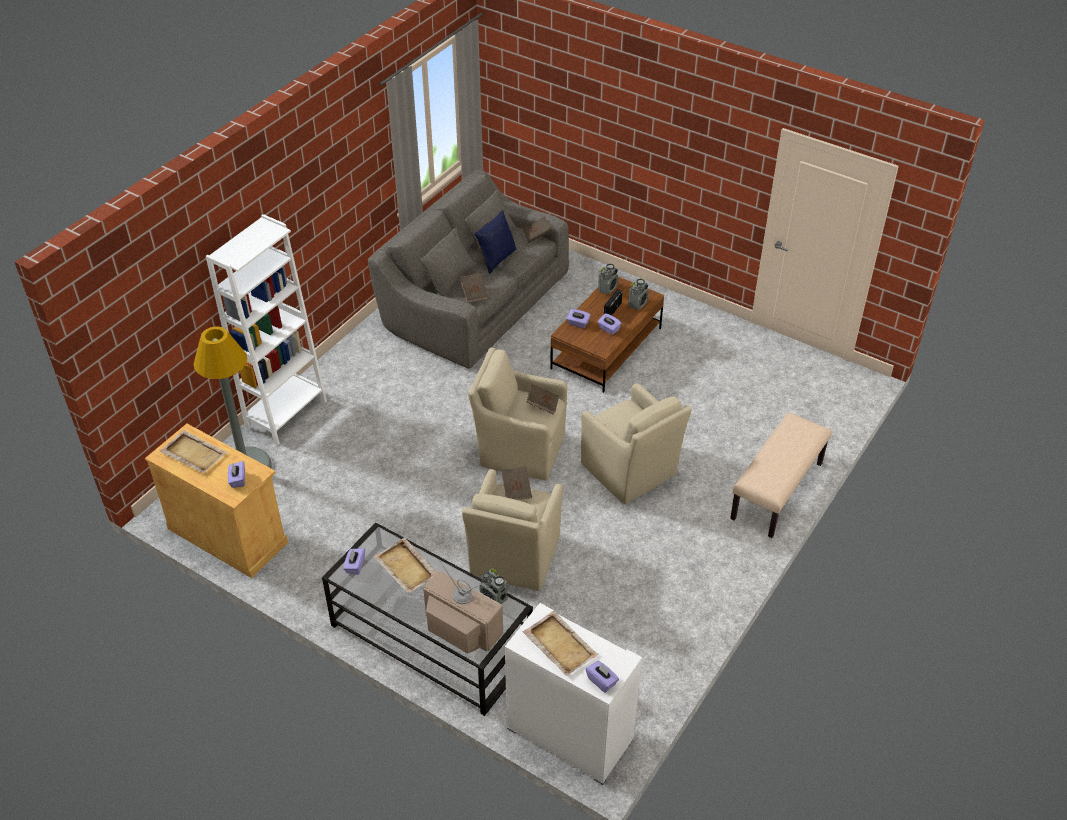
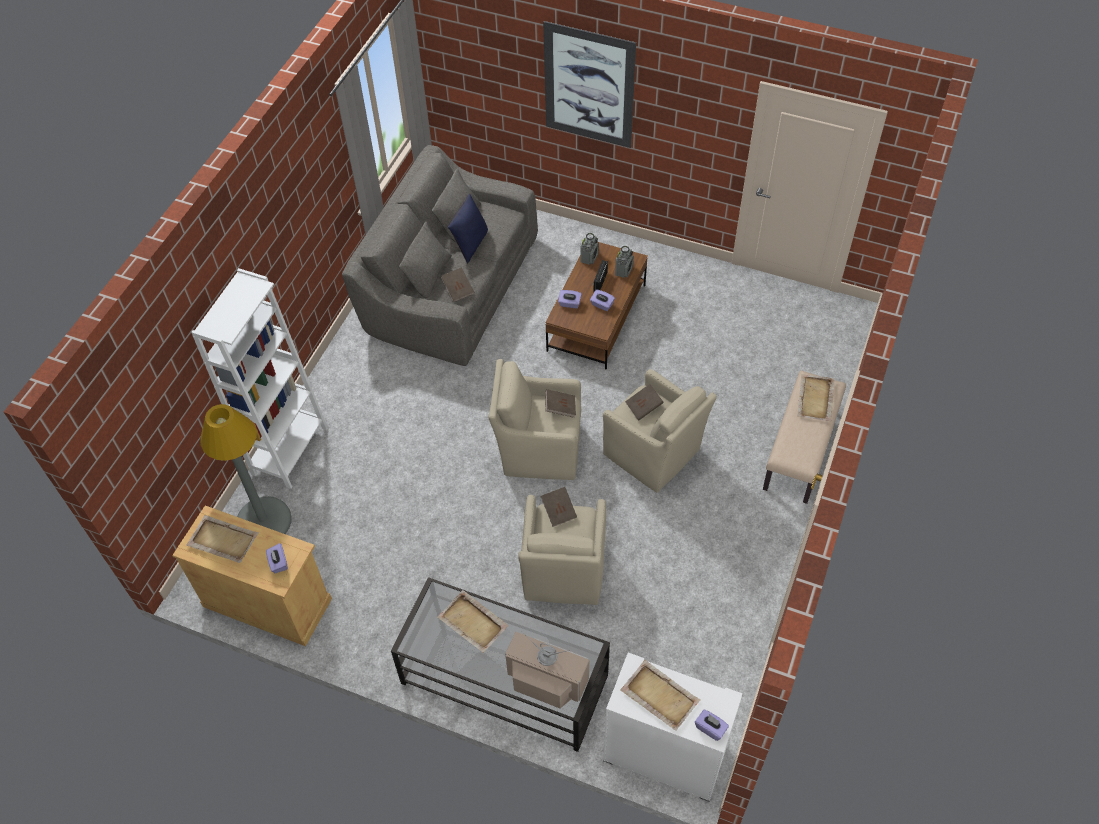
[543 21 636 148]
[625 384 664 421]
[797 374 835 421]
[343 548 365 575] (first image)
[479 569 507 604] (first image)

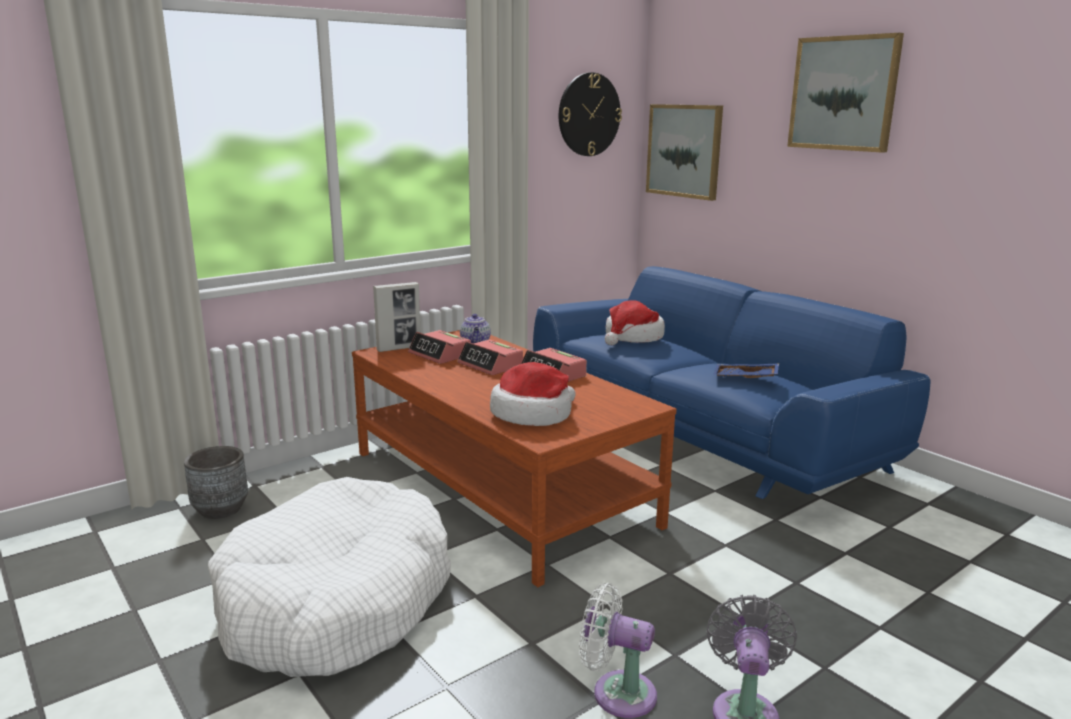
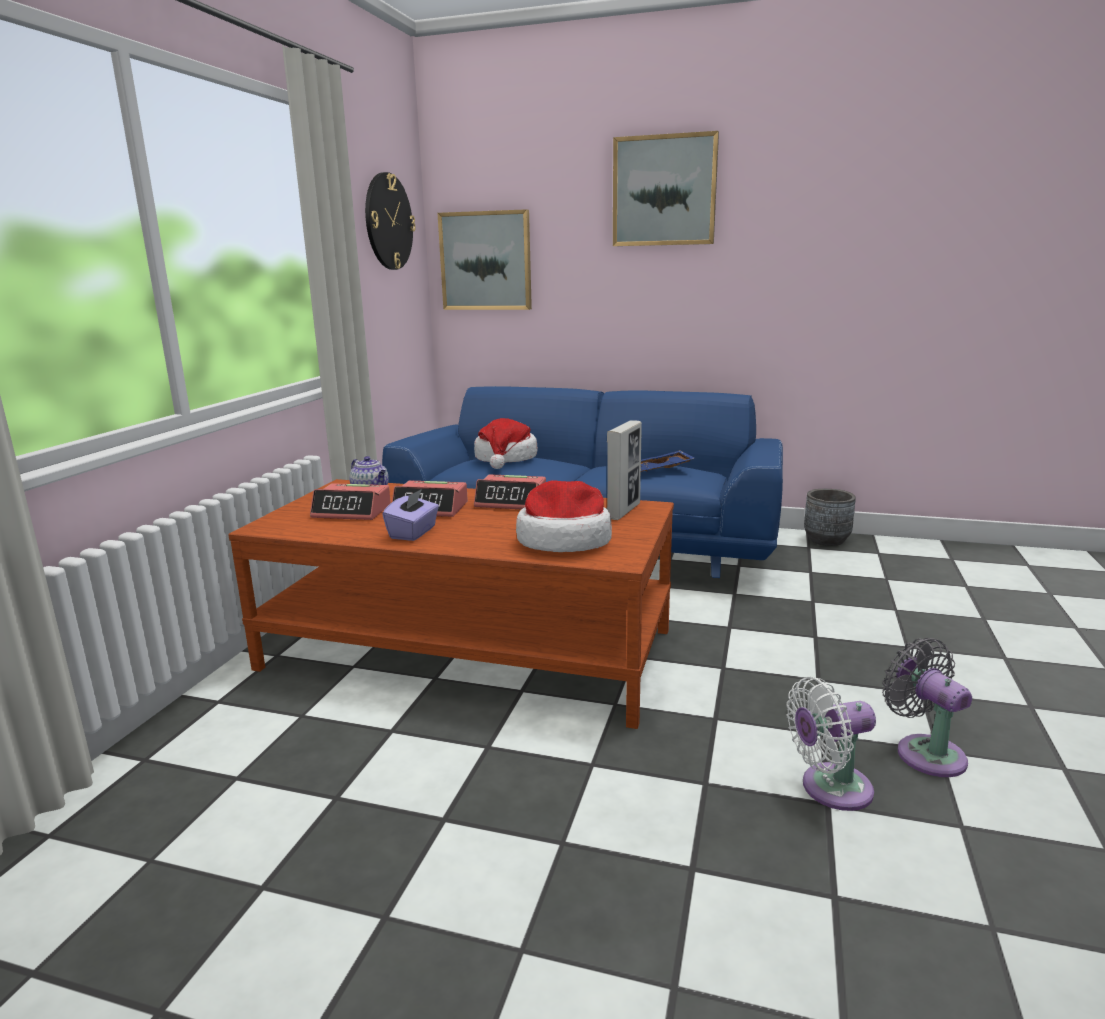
[382 489 439 541]
[607 420 642 520]
[804 489 856 546]
[208 477 451 677] (first image)

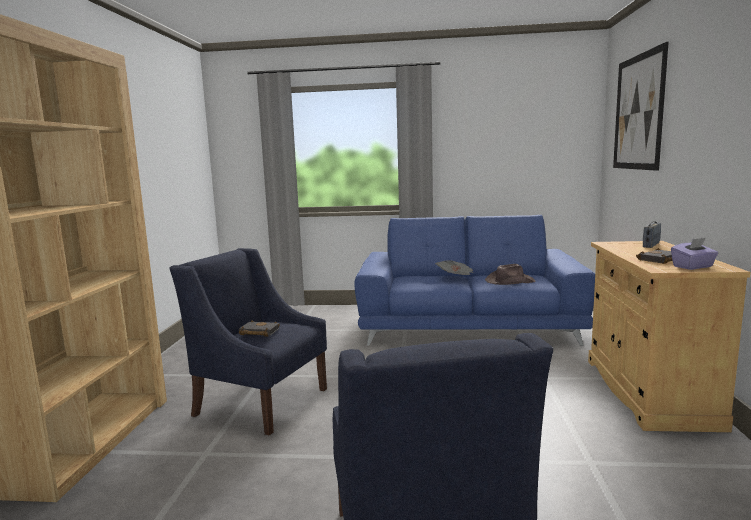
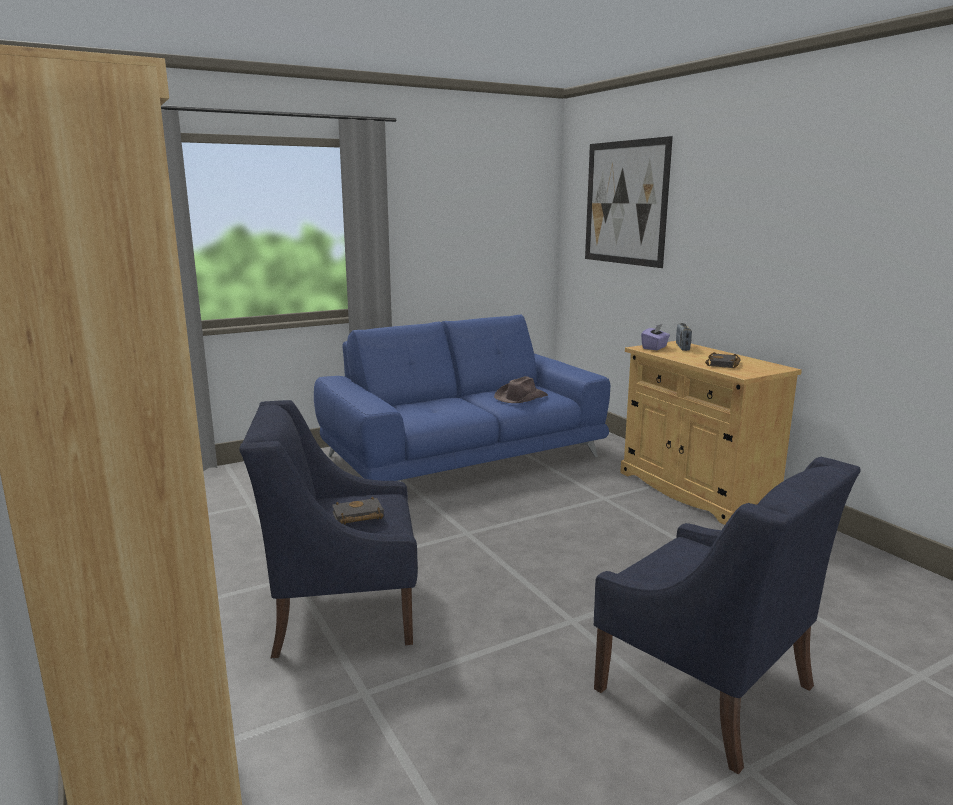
[641 324 670 350]
[435 261 473 275] (first image)

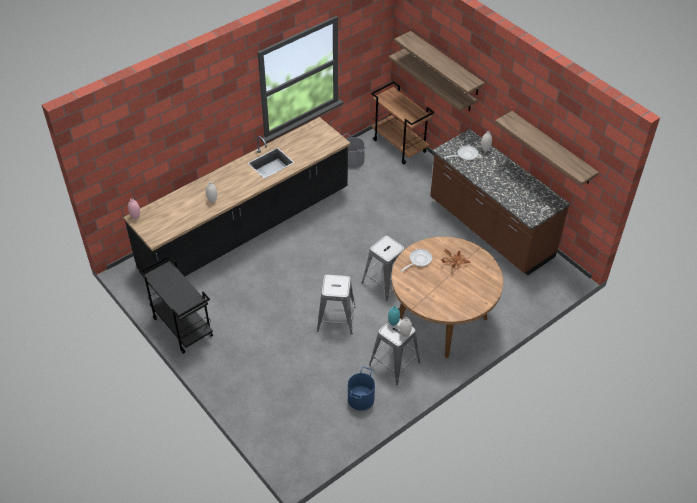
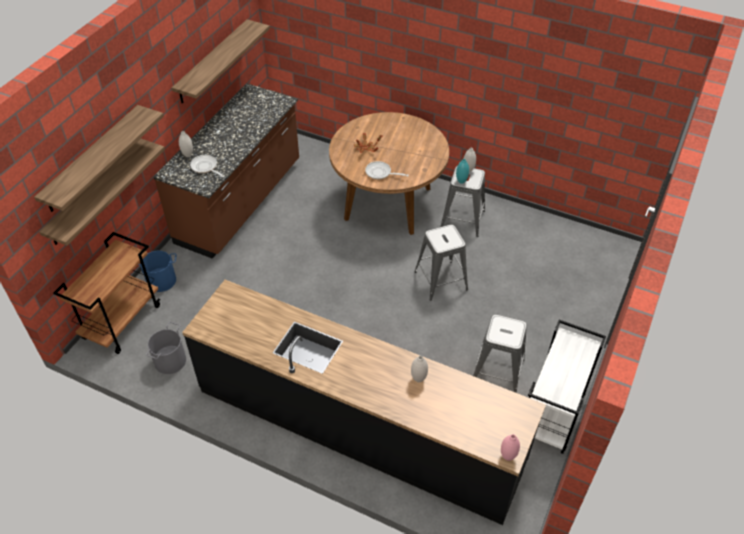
[138 251 176 292]
[473 315 527 393]
[528 320 606 454]

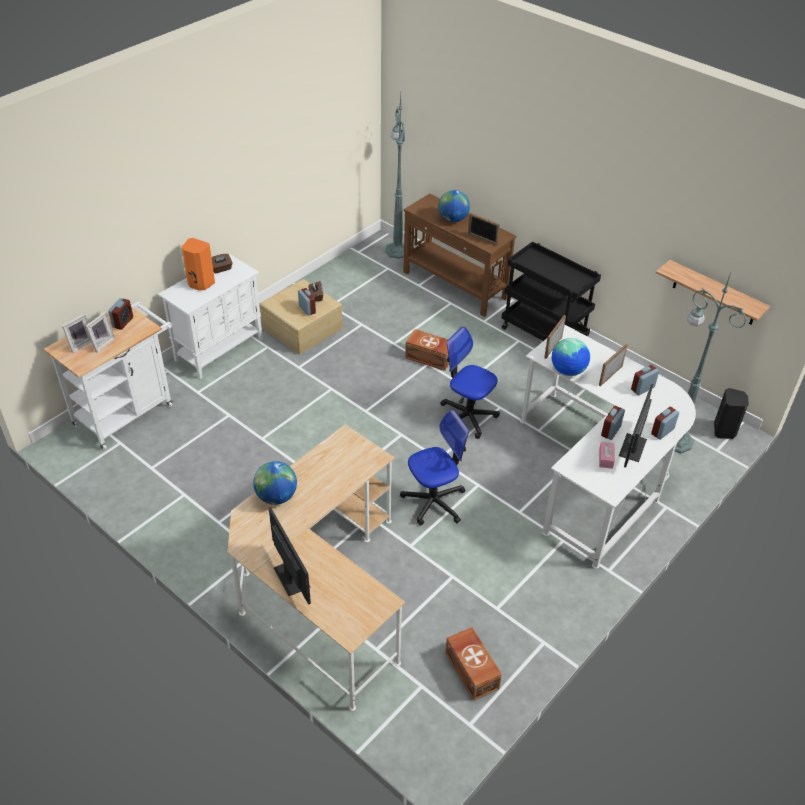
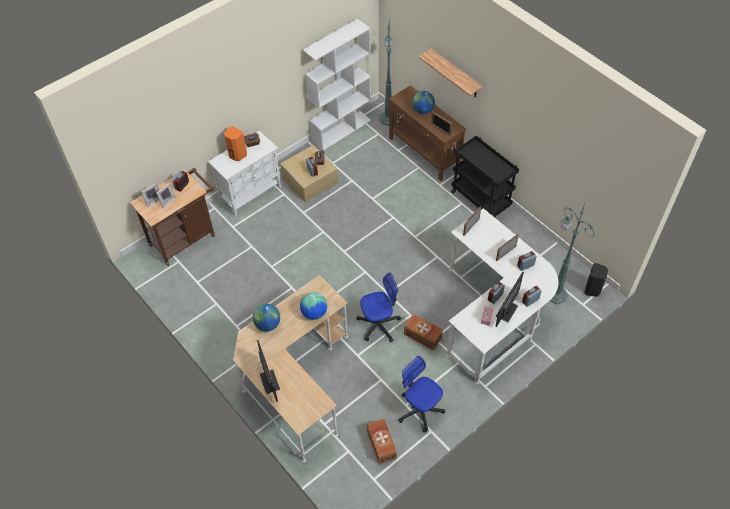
[130 168 215 266]
[300 292 328 320]
[303 19 371 151]
[398 356 445 432]
[404 314 443 350]
[418 48 483 97]

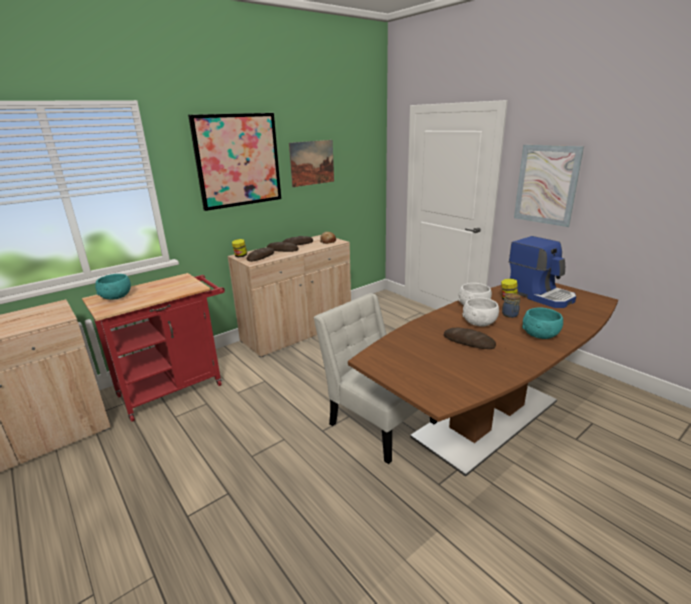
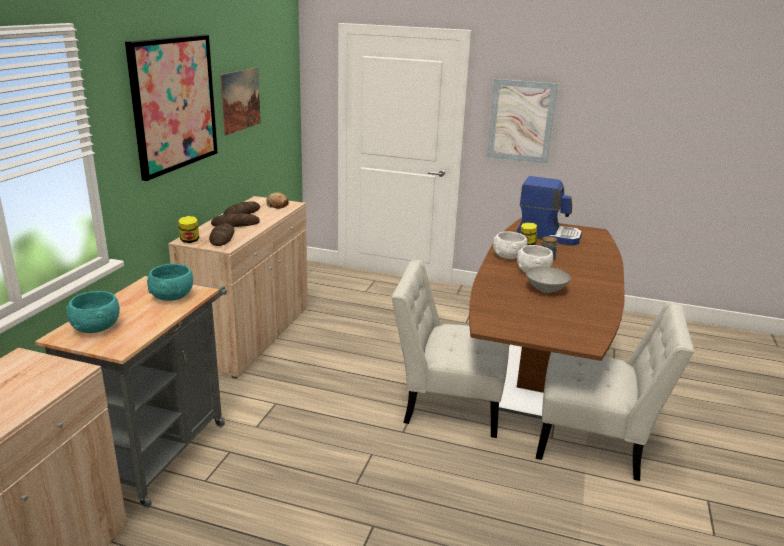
[35 276 227 508]
[147 264 193 301]
[526 267 571 293]
[536 302 694 481]

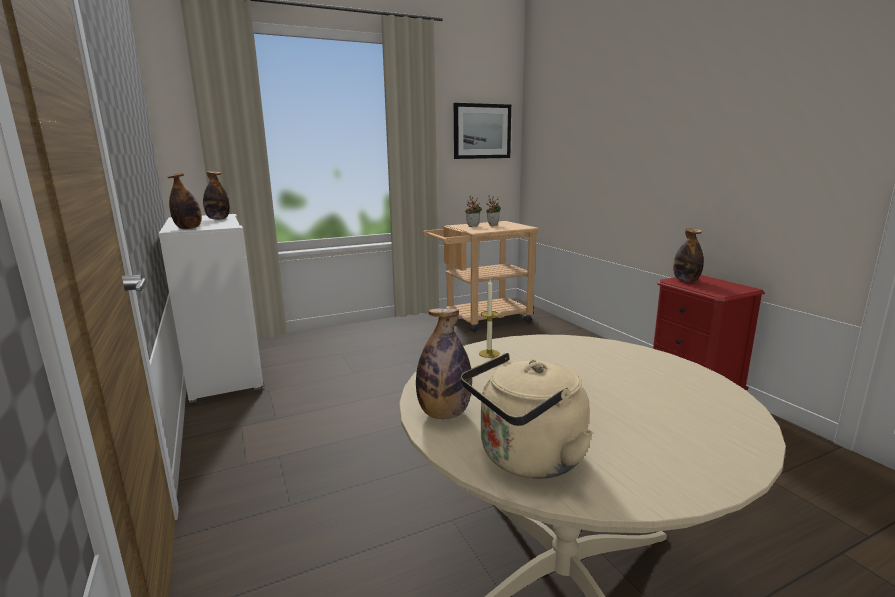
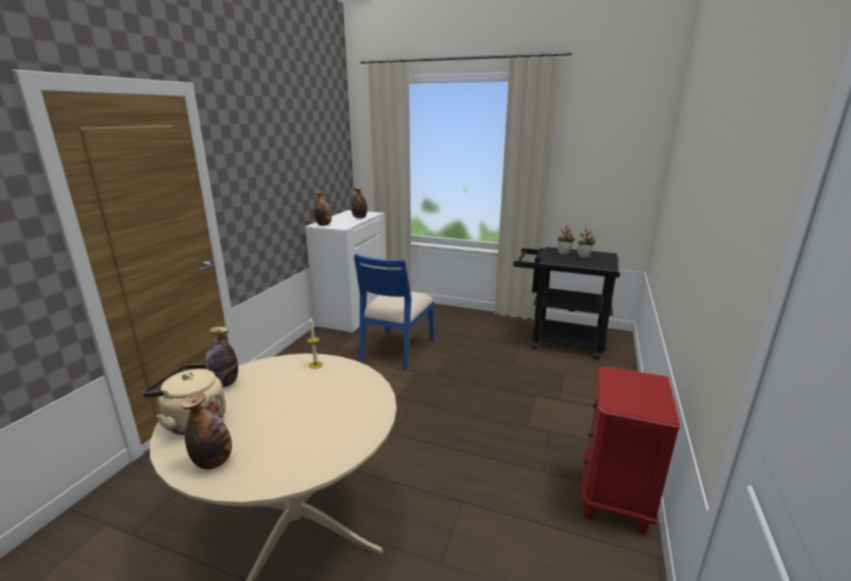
[181 392 232 470]
[354 254 434 370]
[513 247 620 360]
[454 103 511 159] (first image)

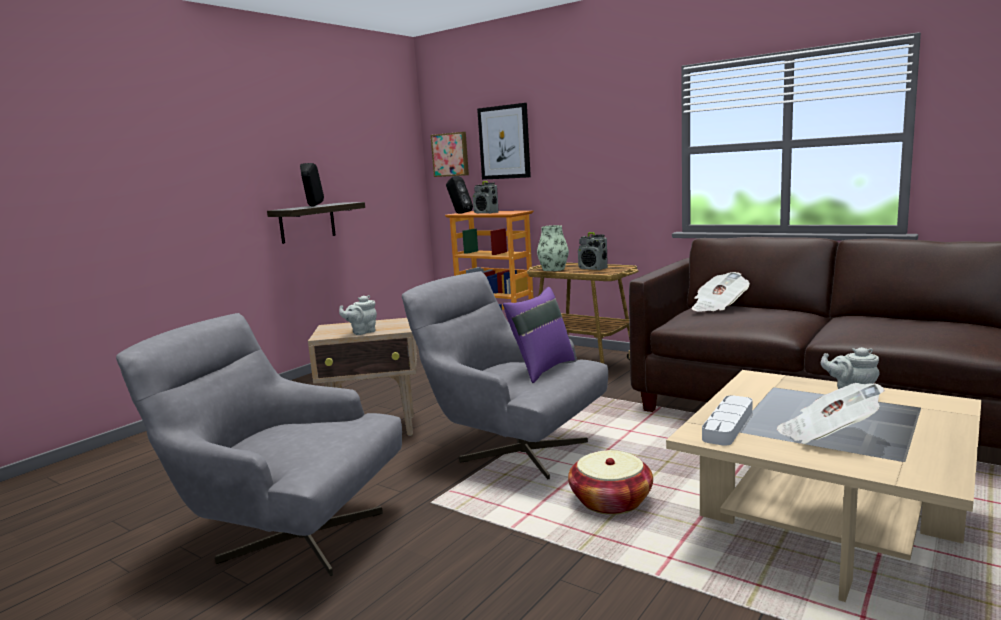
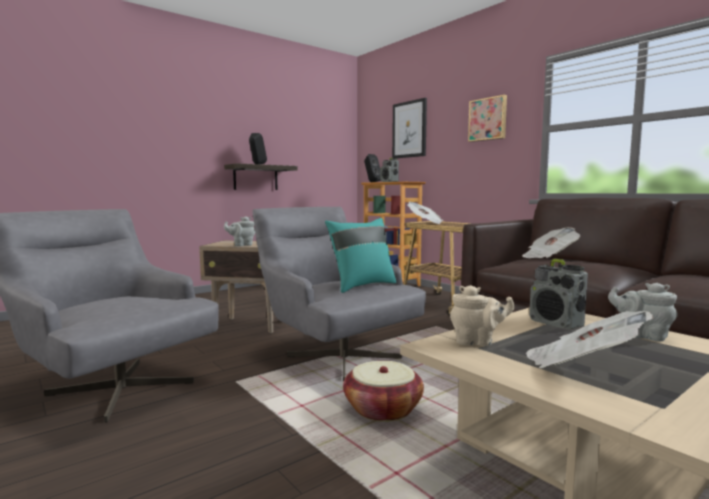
[325 218 396 293]
[407 202 444 224]
[450 285 515 346]
[468 95 507 142]
[529 259 588 329]

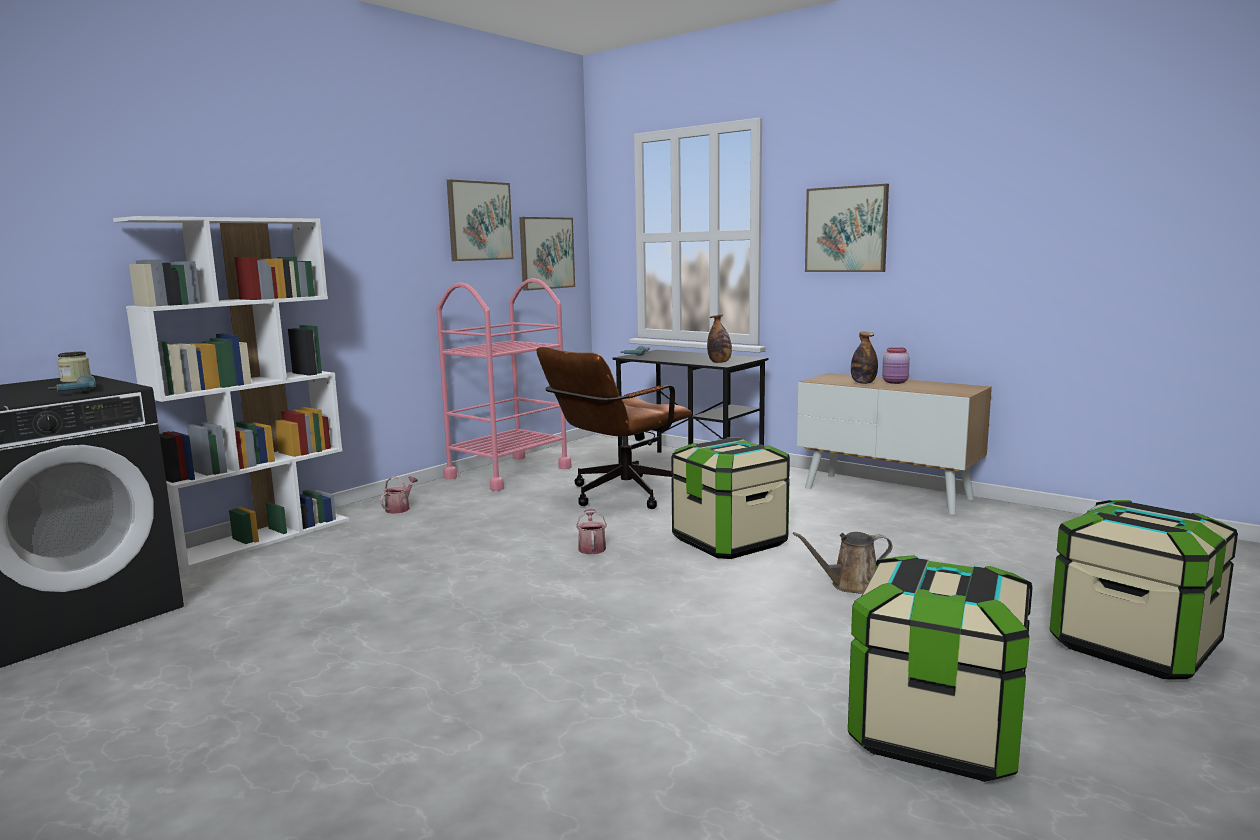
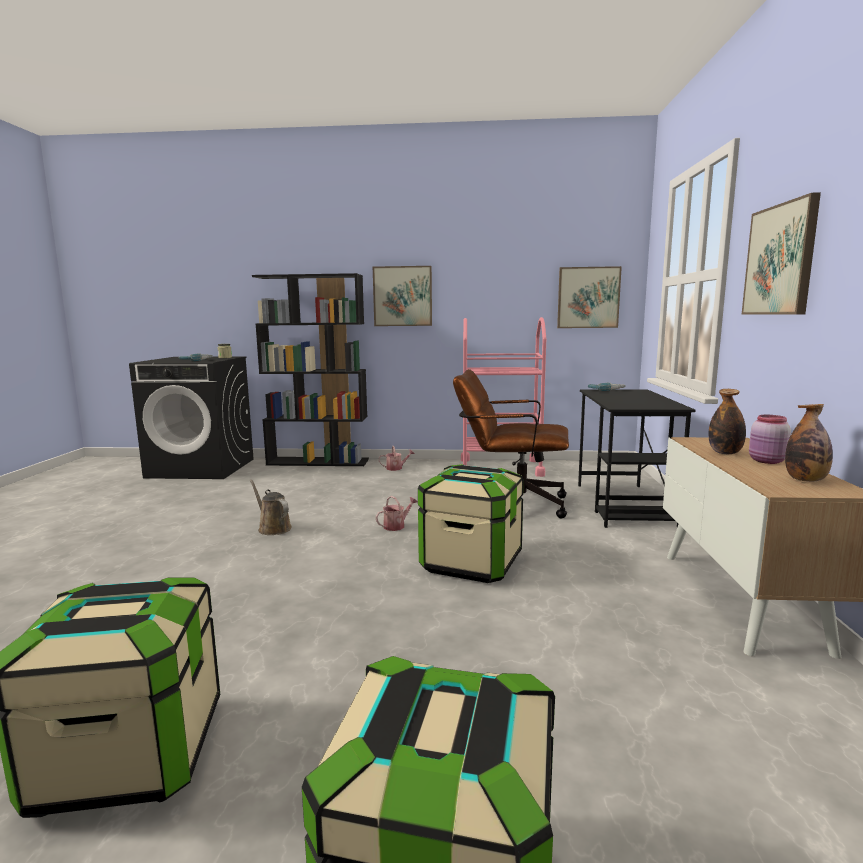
[250 479 292 535]
[252 273 369 466]
[373 266 432 326]
[785 404 833 482]

